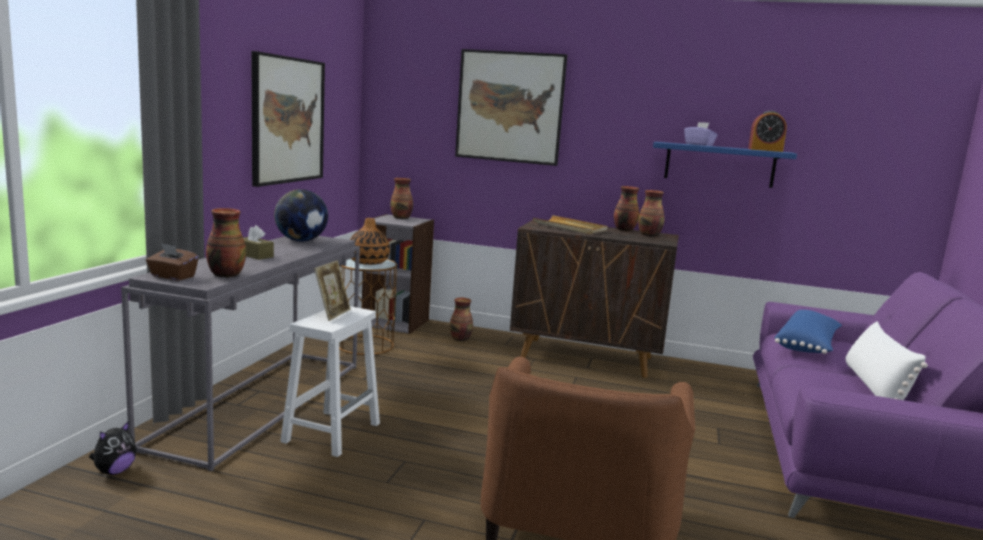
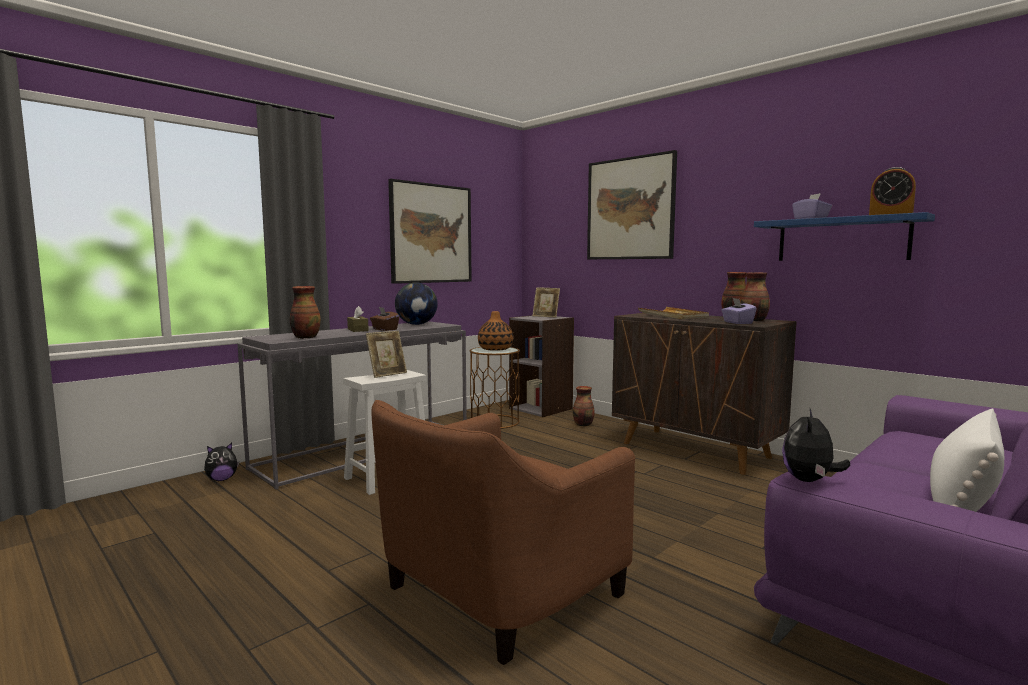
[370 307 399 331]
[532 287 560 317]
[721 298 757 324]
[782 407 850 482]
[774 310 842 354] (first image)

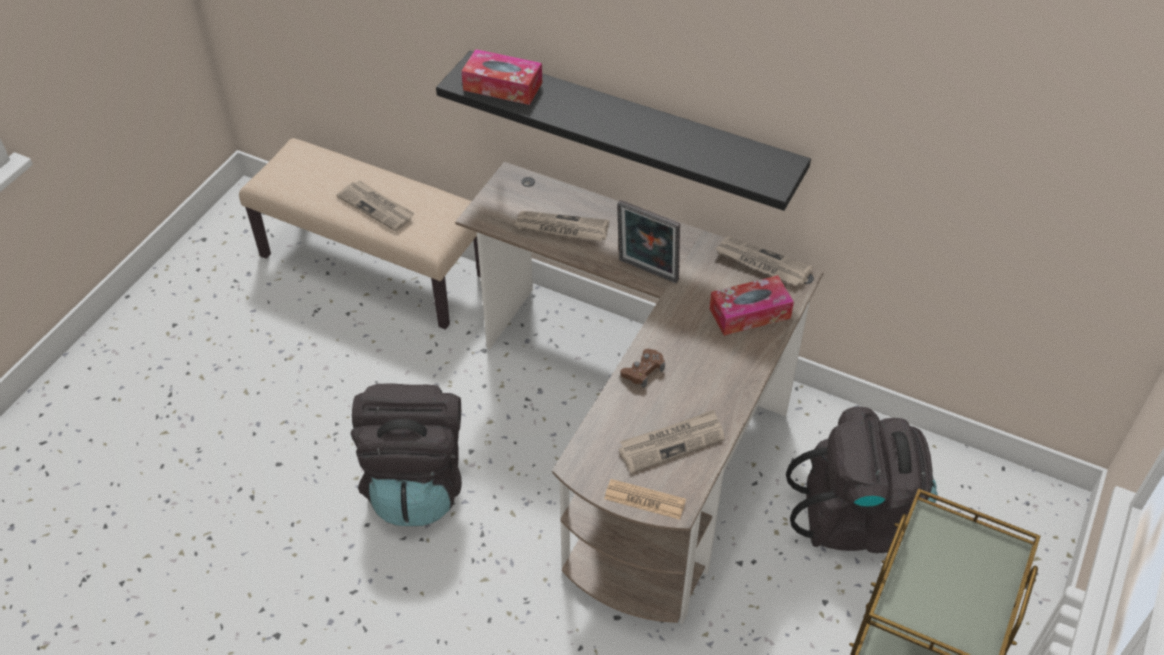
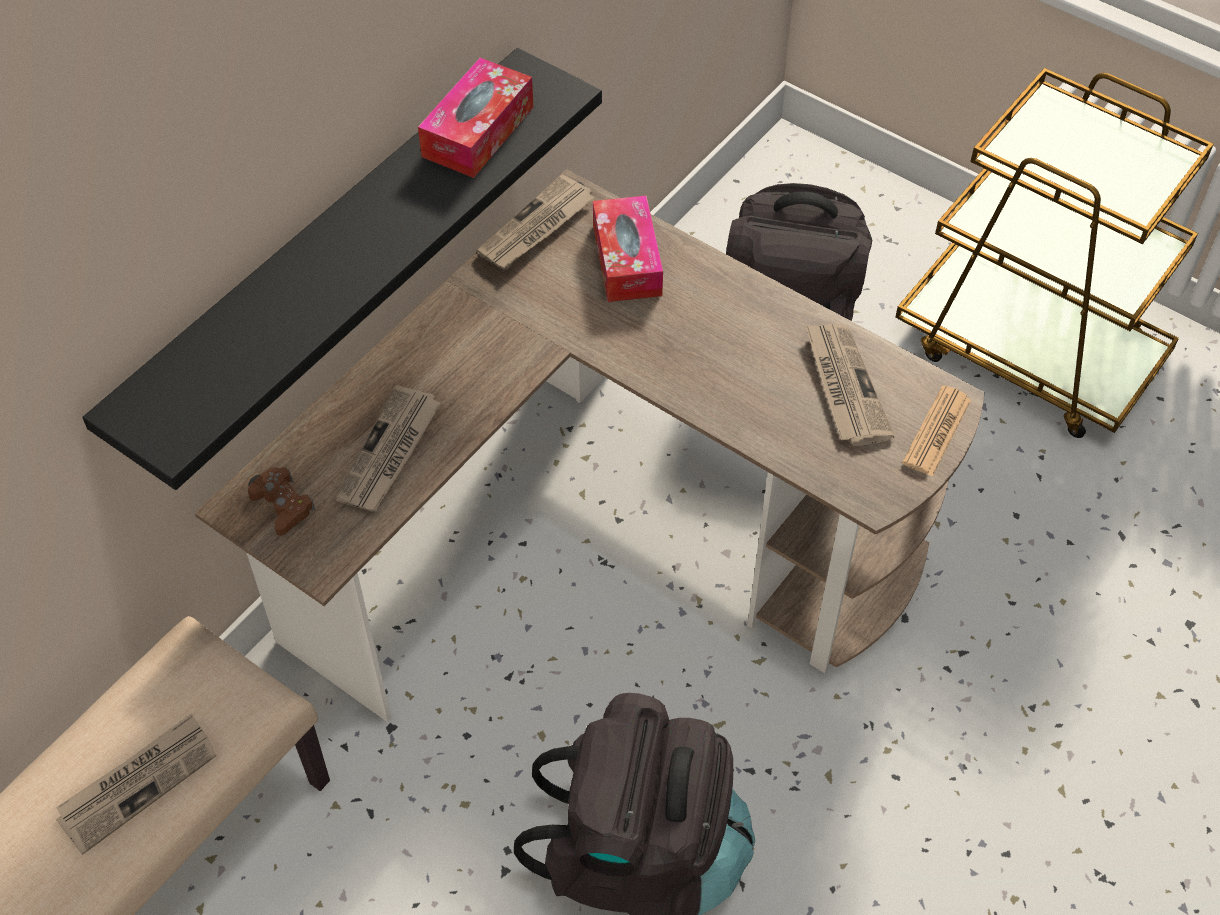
[248 467 315 536]
[418 58 533 178]
[617 200 680 283] (first image)

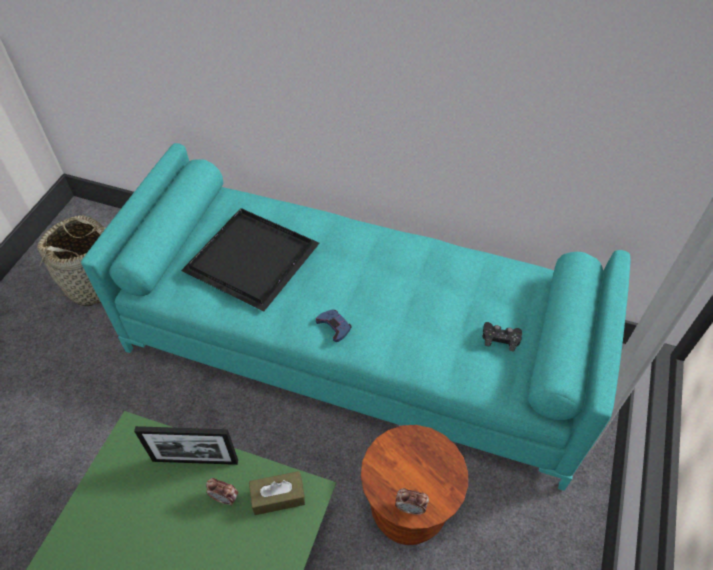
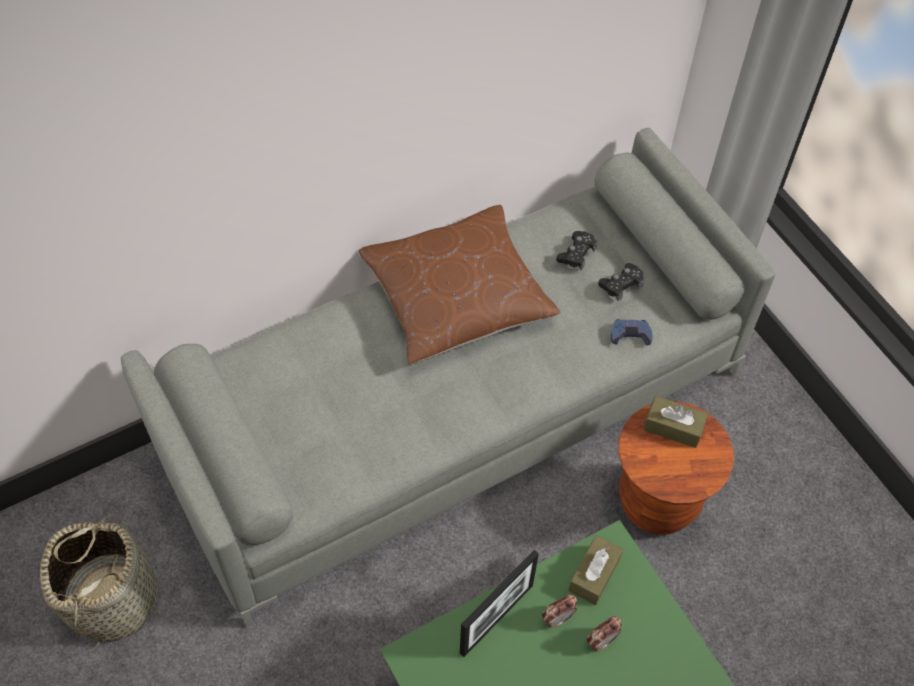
[120 128 776 627]
[358 205 561 364]
[556 231 597 270]
[586 616 622 652]
[611 319 653 346]
[644 396 708 448]
[181 208 320 312] (first image)

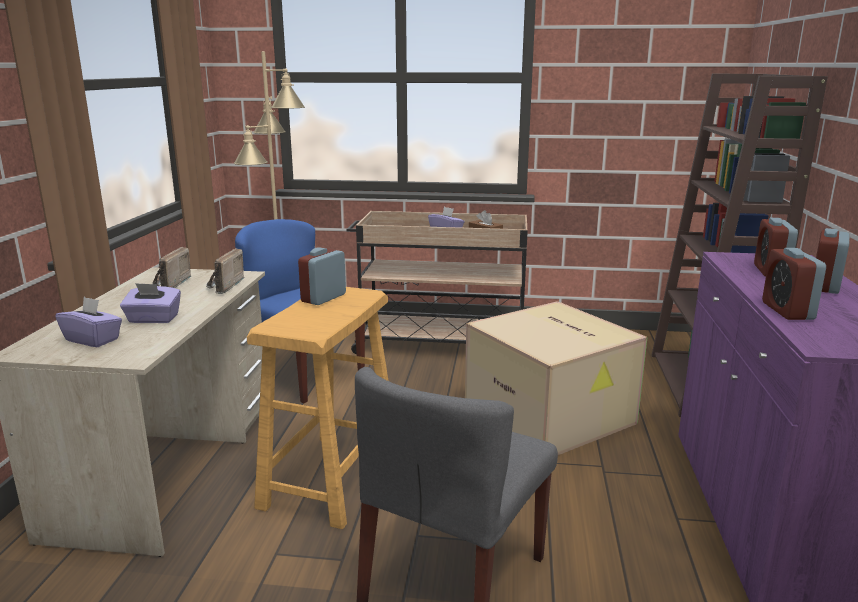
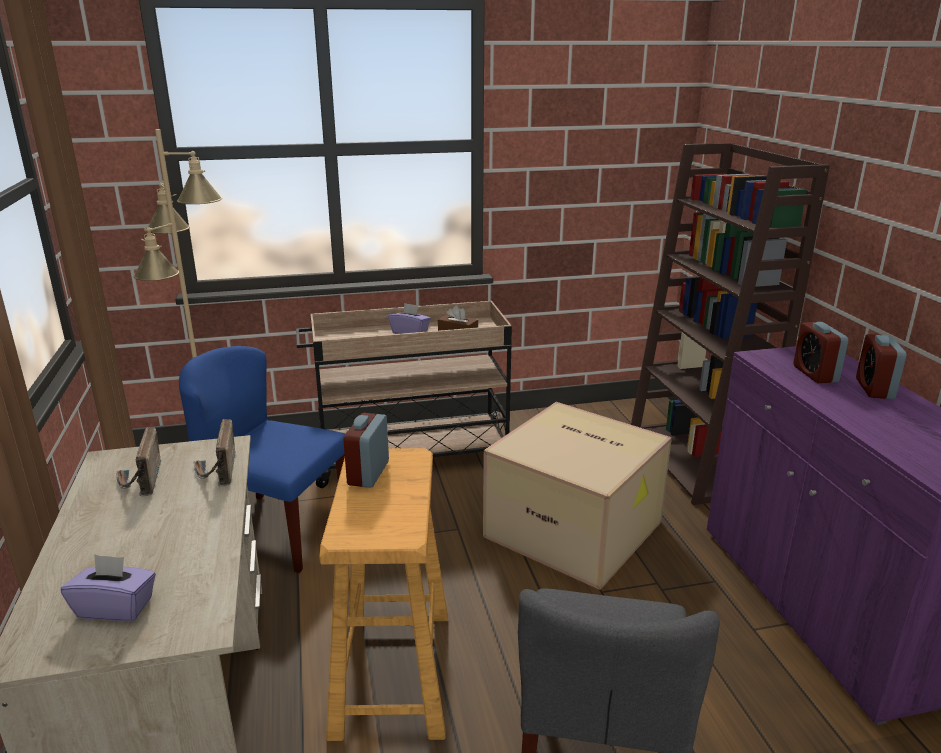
[120 283 181 323] (first image)
[762 248 826 320] (first image)

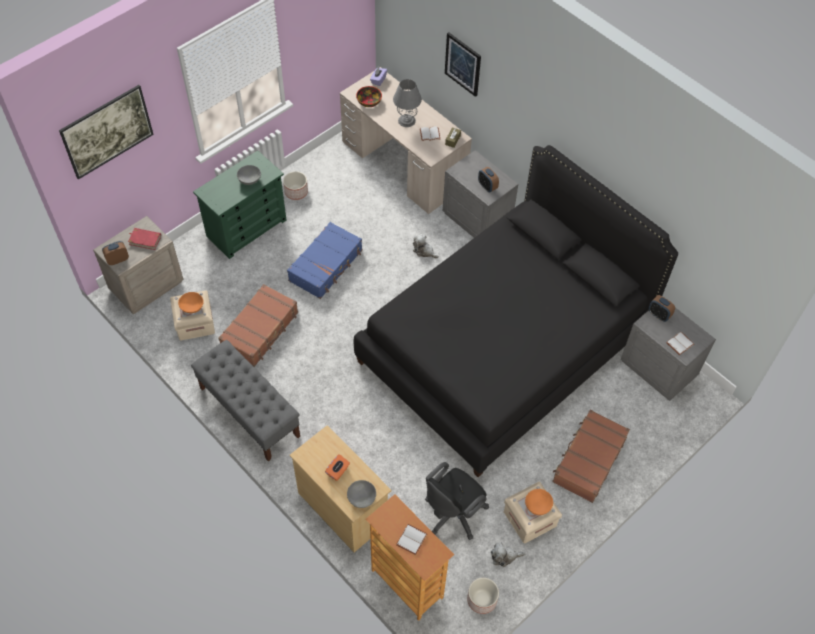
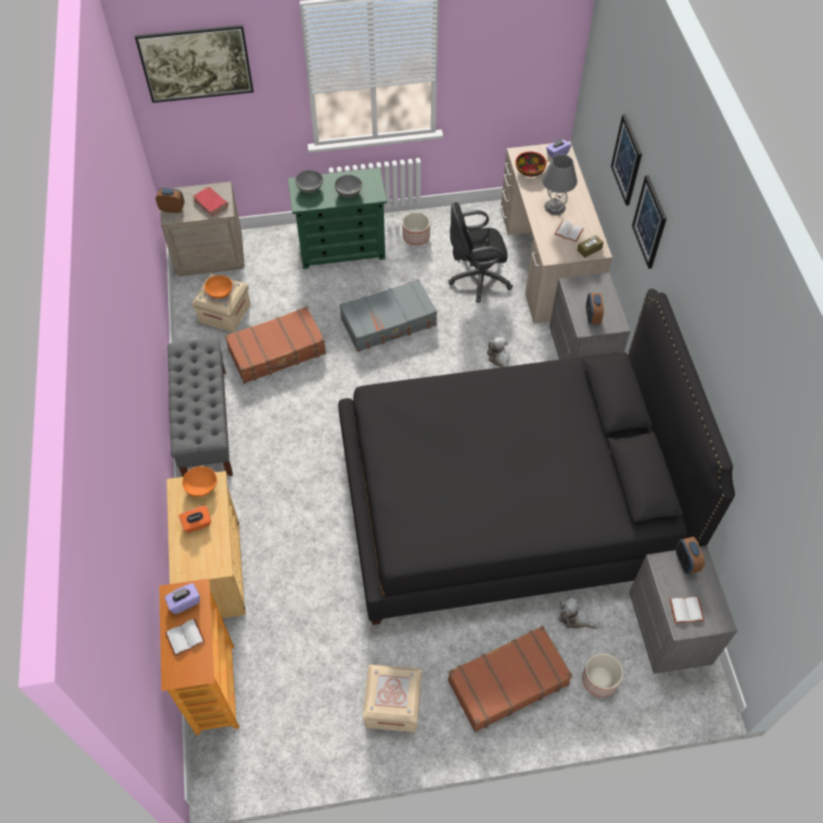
[164 583 200 614]
[182 466 217 497]
[295 170 323 193]
[340 279 437 352]
[448 202 513 303]
[558 597 598 629]
[582 653 623 697]
[632 175 667 269]

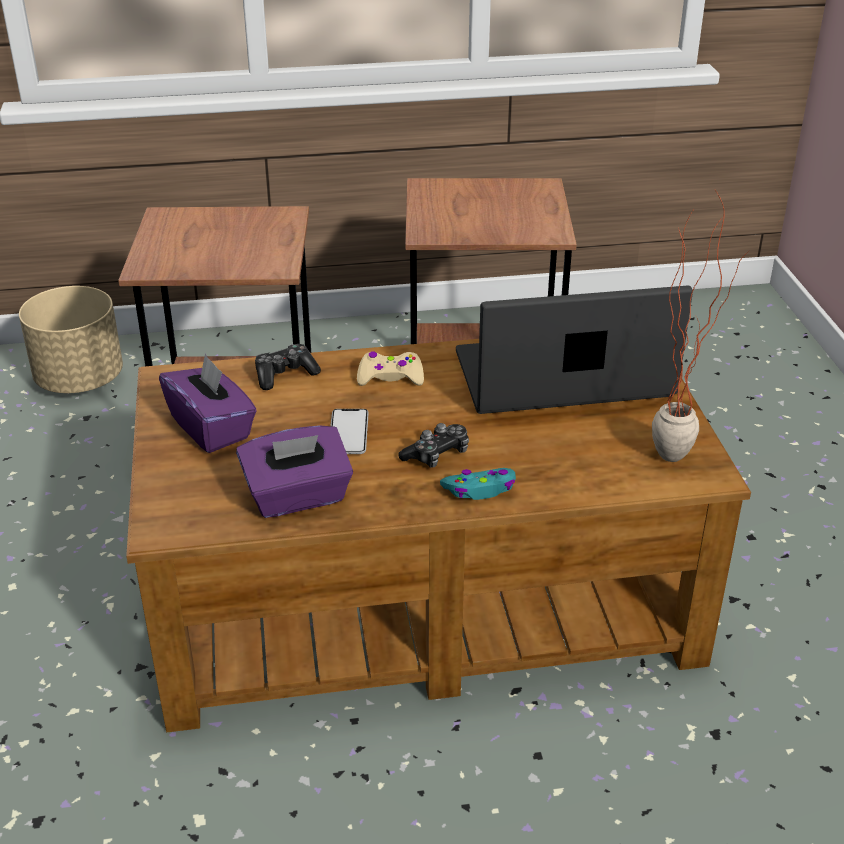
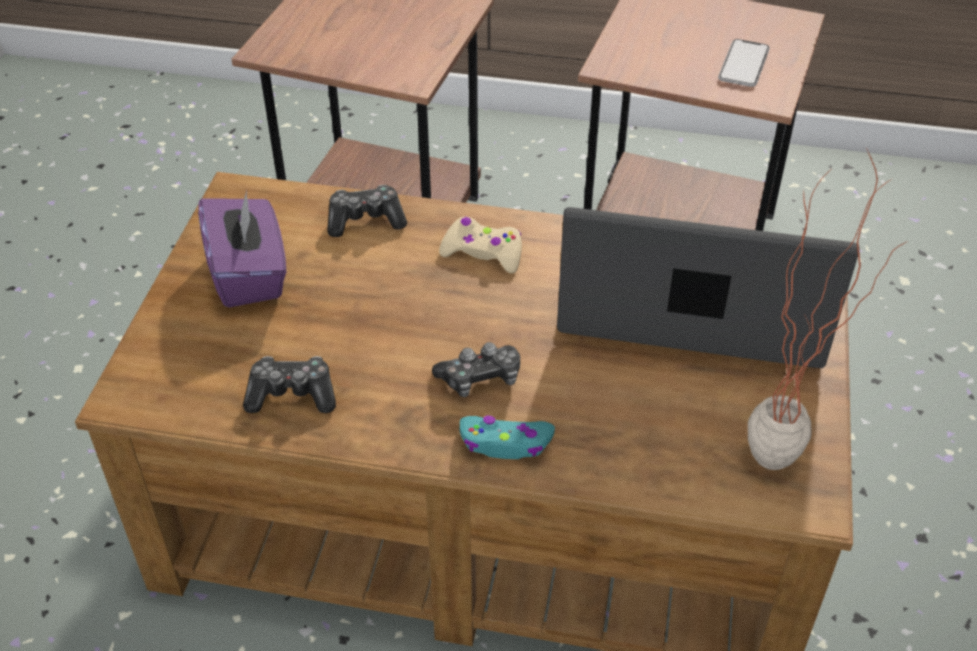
[243 356 336 413]
[718 39 770 87]
[19 286 123 393] (first image)

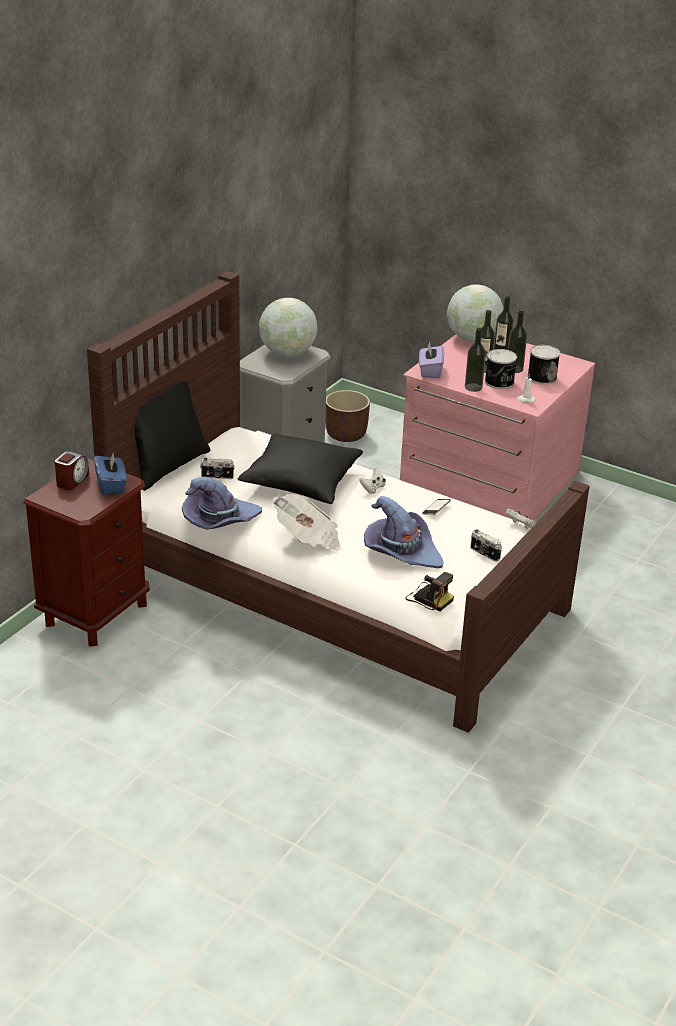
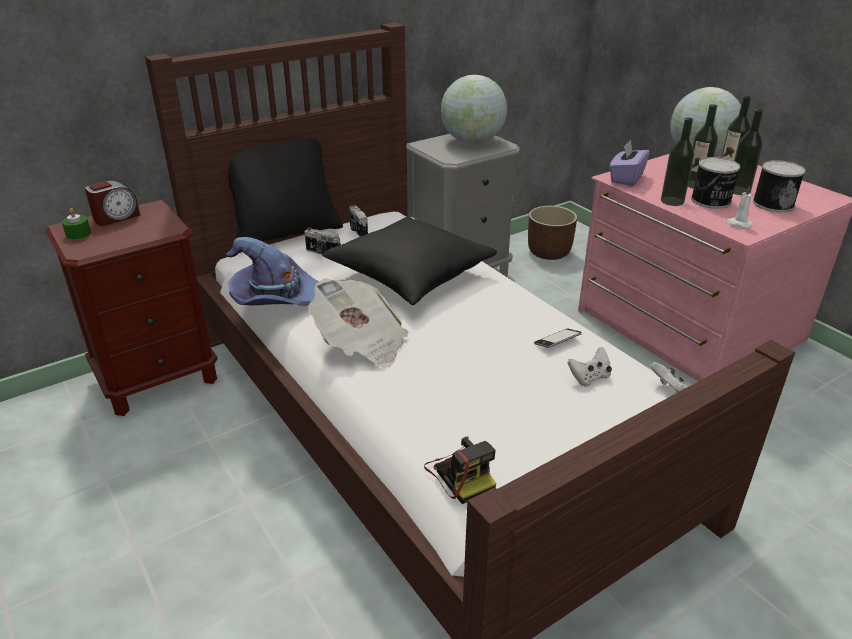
[62 208 91 240]
[349 204 368 237]
[568 347 612 387]
[94 451 127 495] (first image)
[364 496 444 568] (first image)

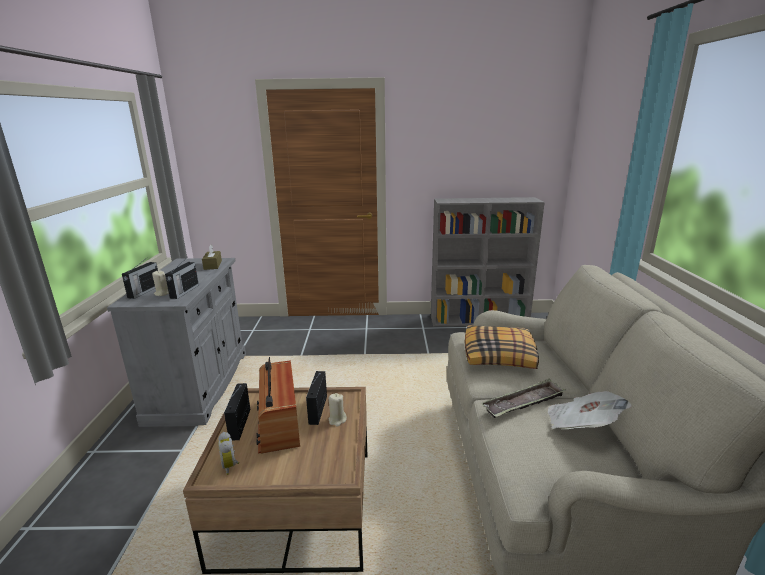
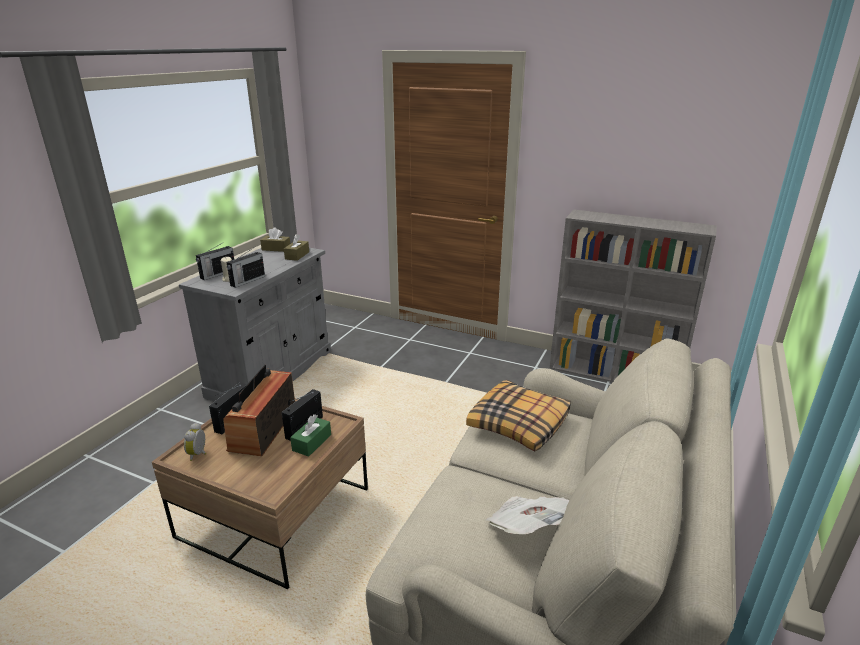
[260 227 290 252]
[290 414 331 457]
[481 378 566 418] (first image)

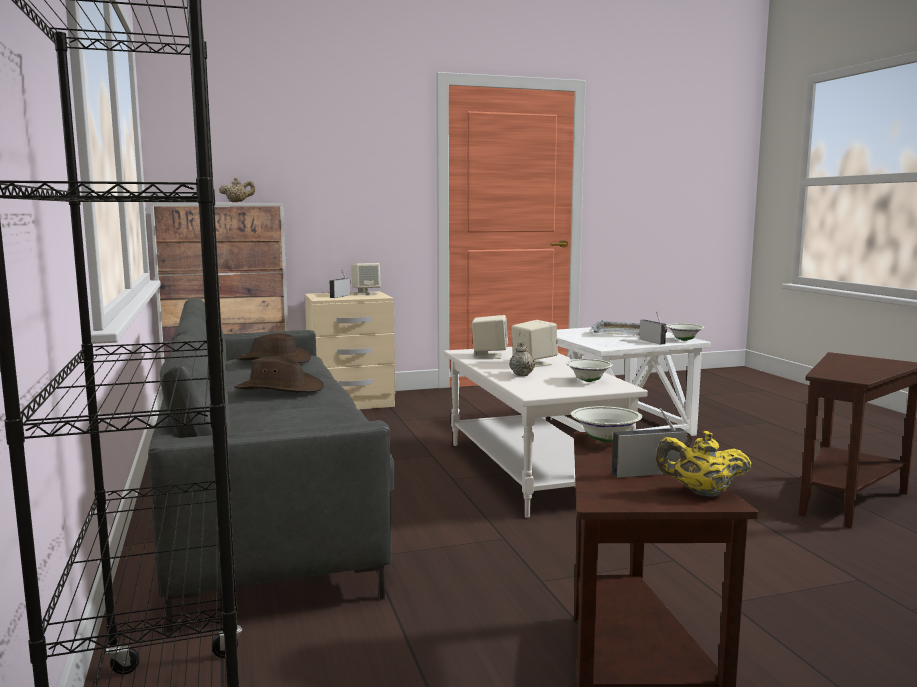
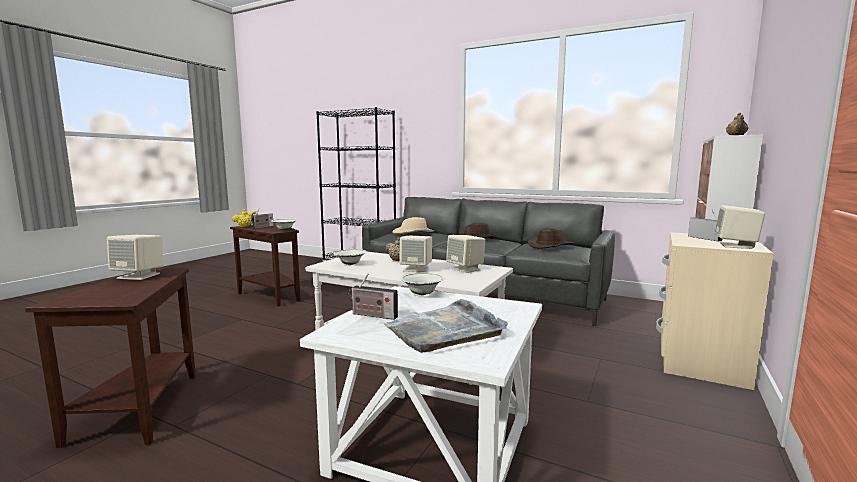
[107 235 164 280]
[393 217 434 234]
[400 273 444 295]

